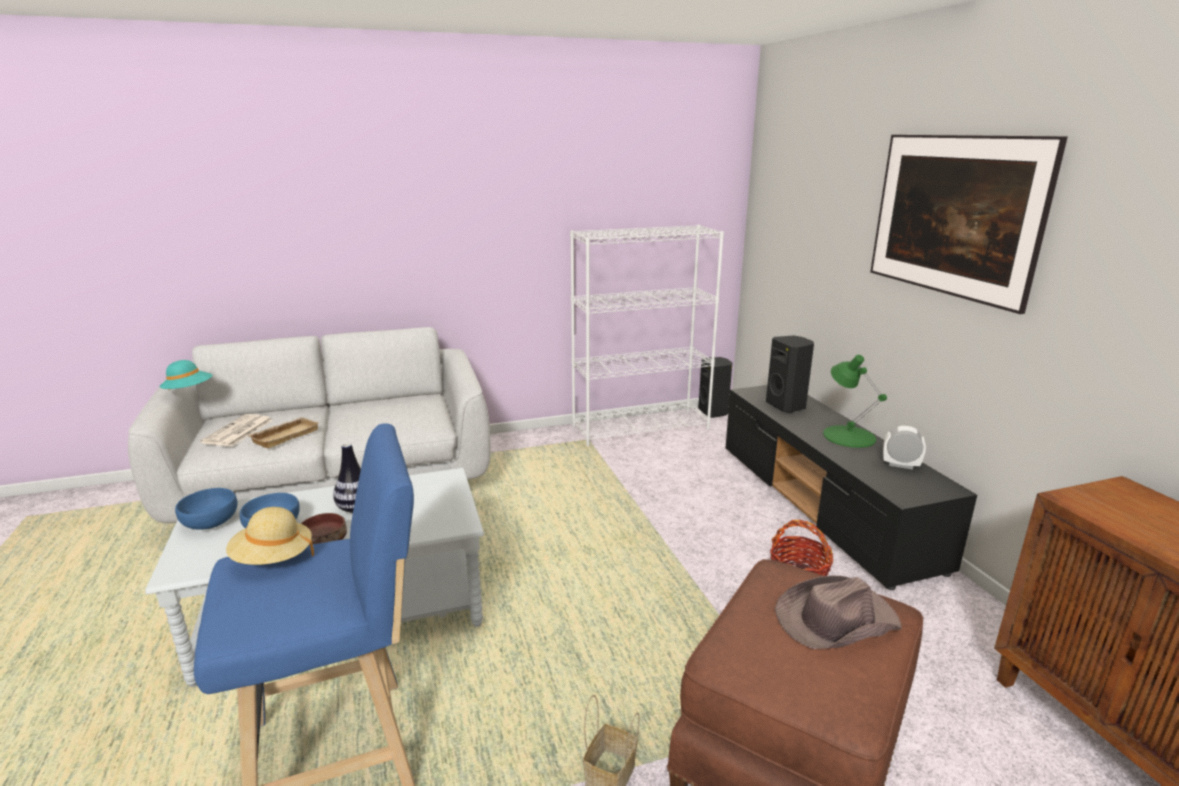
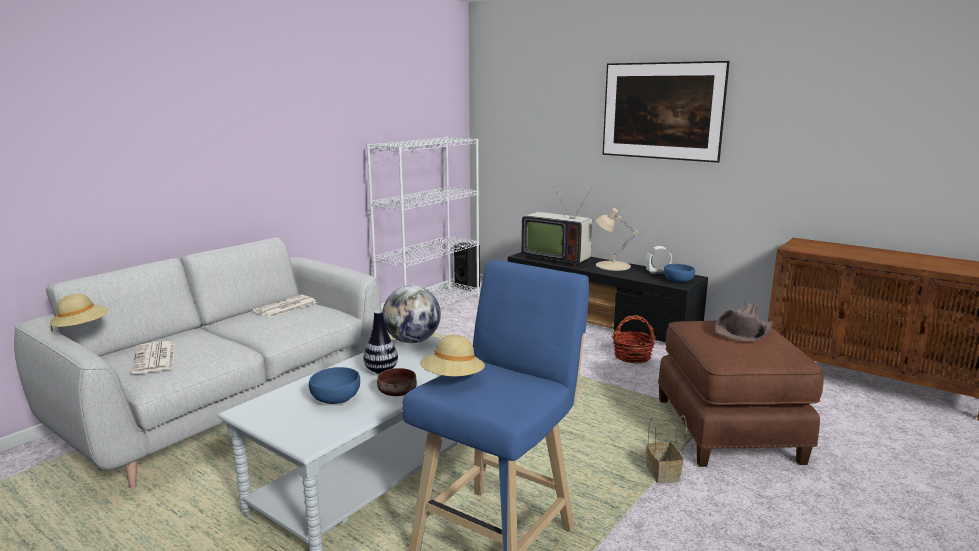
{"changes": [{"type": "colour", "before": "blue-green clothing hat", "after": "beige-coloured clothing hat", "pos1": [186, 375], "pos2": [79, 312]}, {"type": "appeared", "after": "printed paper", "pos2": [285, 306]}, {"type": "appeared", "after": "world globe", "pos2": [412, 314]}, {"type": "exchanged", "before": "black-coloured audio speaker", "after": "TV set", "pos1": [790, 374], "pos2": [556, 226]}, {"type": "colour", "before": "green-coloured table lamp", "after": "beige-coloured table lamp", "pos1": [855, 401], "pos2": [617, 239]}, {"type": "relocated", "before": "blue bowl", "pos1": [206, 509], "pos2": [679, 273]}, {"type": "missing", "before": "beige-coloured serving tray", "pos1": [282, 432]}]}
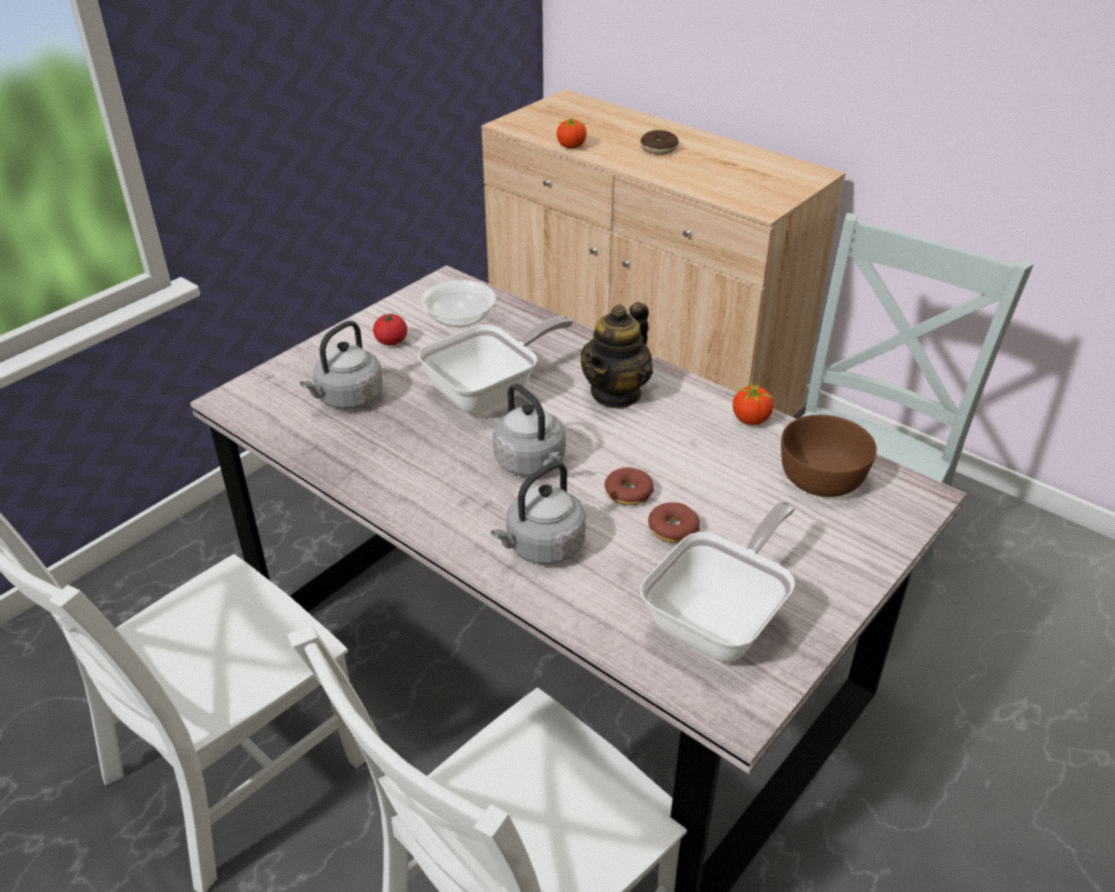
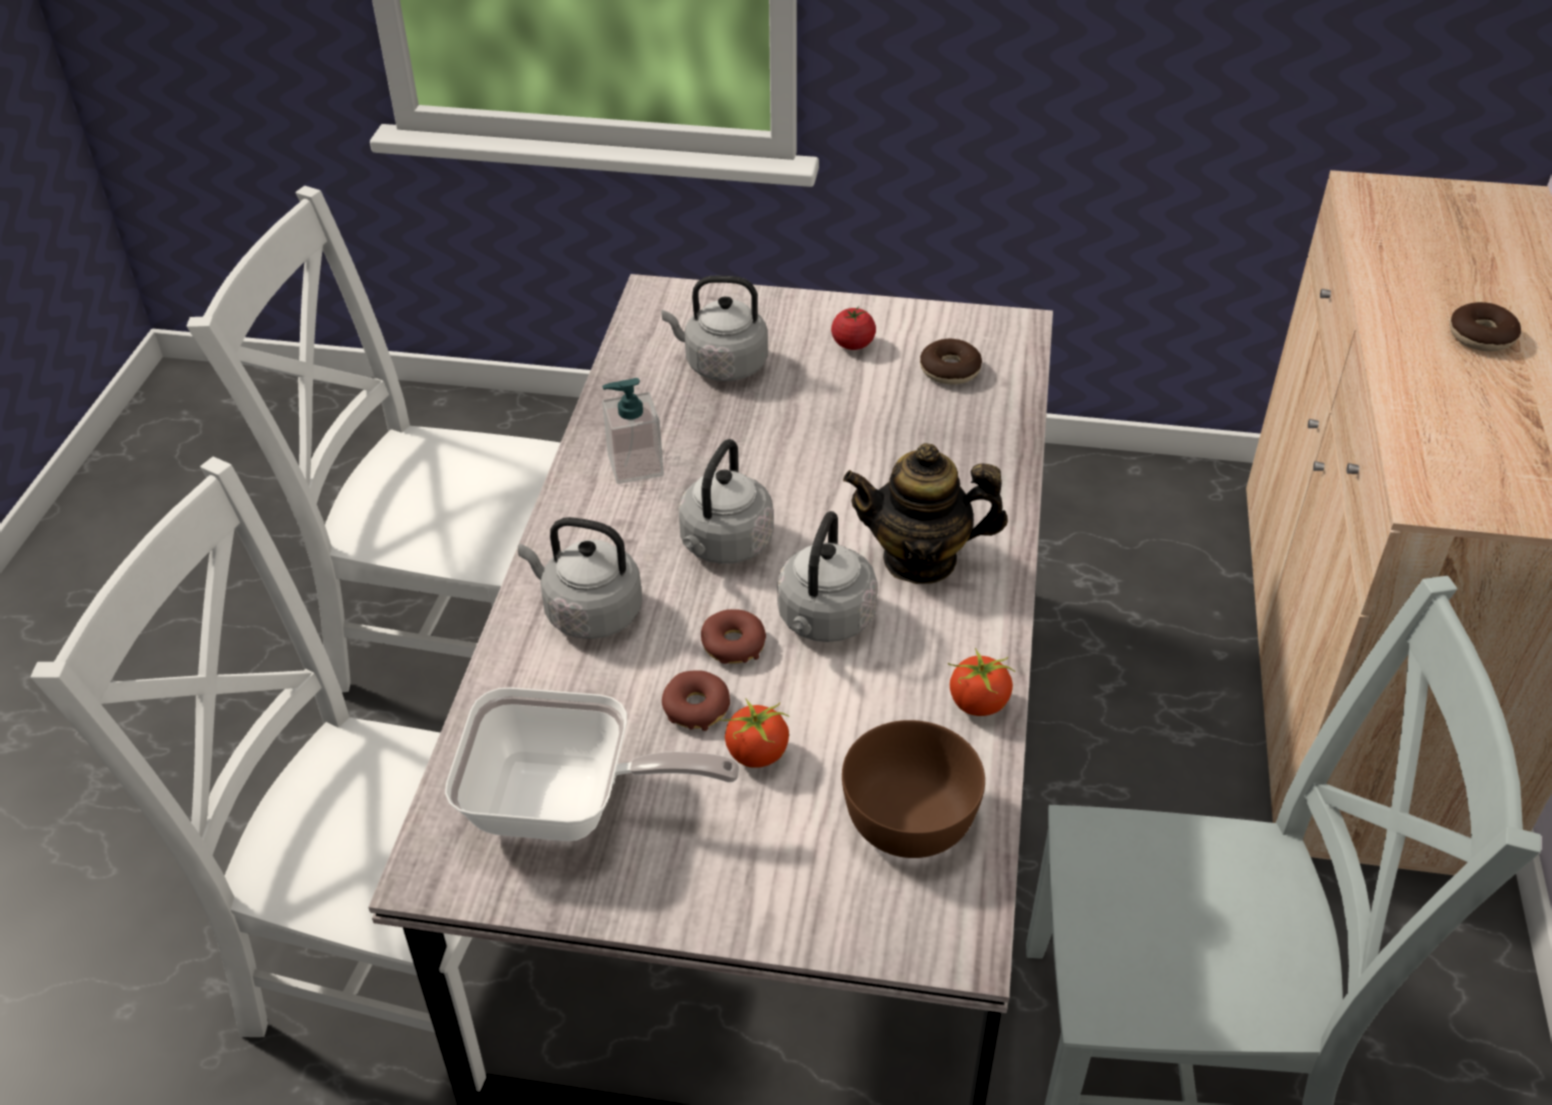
{"changes": [{"type": "appeared", "after": "soap dispenser", "pos2": [633, 431]}, {"type": "relocated", "before": "tomato", "pos1": [572, 133], "pos2": [754, 733]}, {"type": "appeared", "after": "greyish kettle", "pos2": [827, 576]}, {"type": "exchanged", "before": "bowl", "after": "doughnut", "pos1": [458, 303], "pos2": [951, 361]}, {"type": "missing", "before": "pan", "pos1": [496, 365]}]}
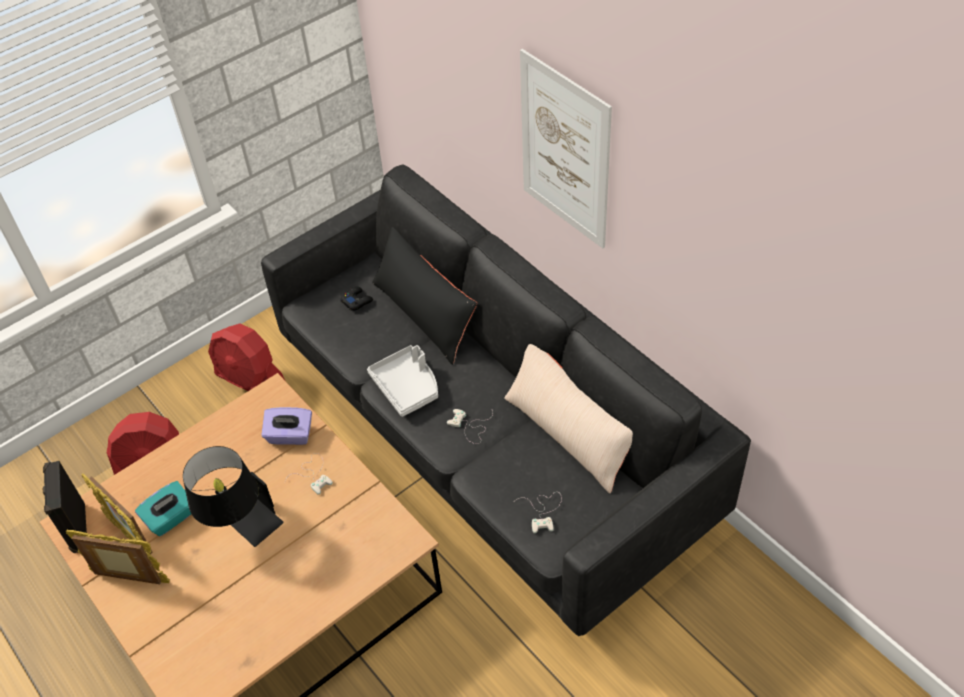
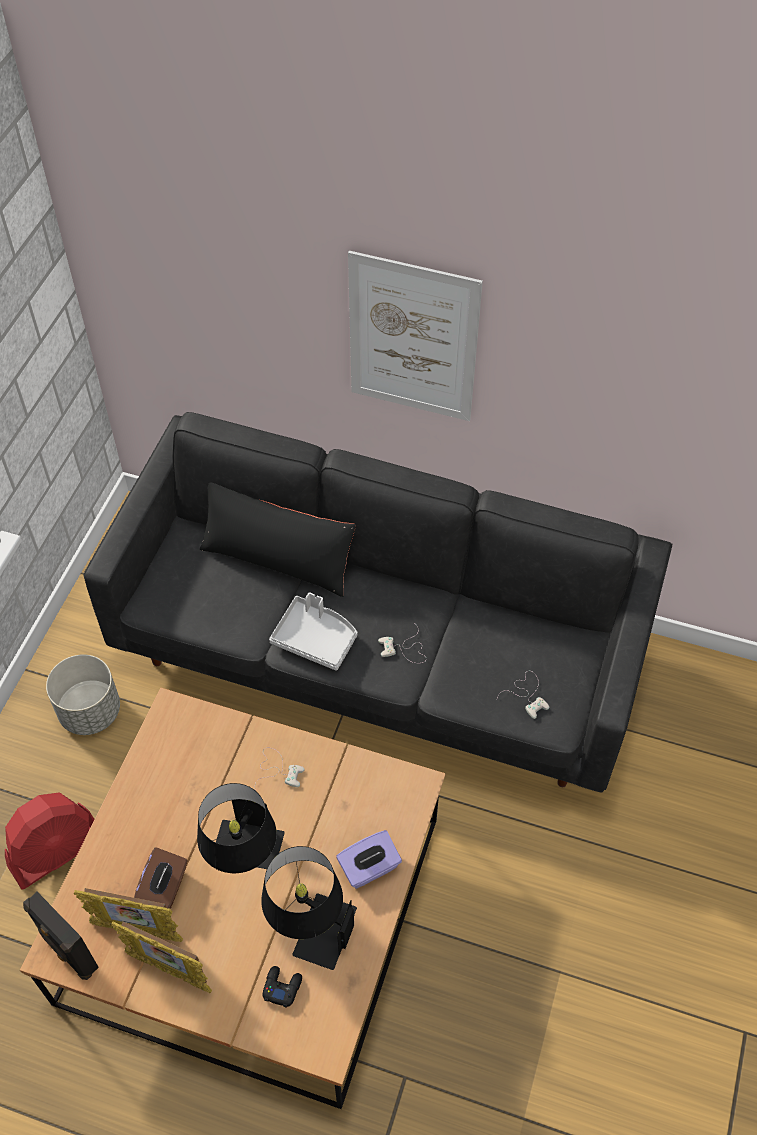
{"changes": [{"type": "exchanged", "before": "reddish cooling fan", "after": "greyish plant pot", "pos1": [246, 357], "pos2": [83, 695]}, {"type": "spun", "before": "picture frame", "pos1": [118, 557], "pos2": [161, 957], "turn": -135}, {"type": "colour", "before": "blue-green tissue box", "after": "brown-coloured tissue box", "pos1": [163, 508], "pos2": [161, 878]}, {"type": "appeared", "after": "black-coloured table lamp", "pos2": [309, 908]}, {"type": "relocated", "before": "black-coloured joypad", "pos1": [356, 298], "pos2": [282, 987]}, {"type": "relocated", "before": "purple tissue box", "pos1": [286, 426], "pos2": [369, 859]}, {"type": "missing", "before": "beige-coloured throw pillow", "pos1": [568, 419]}]}
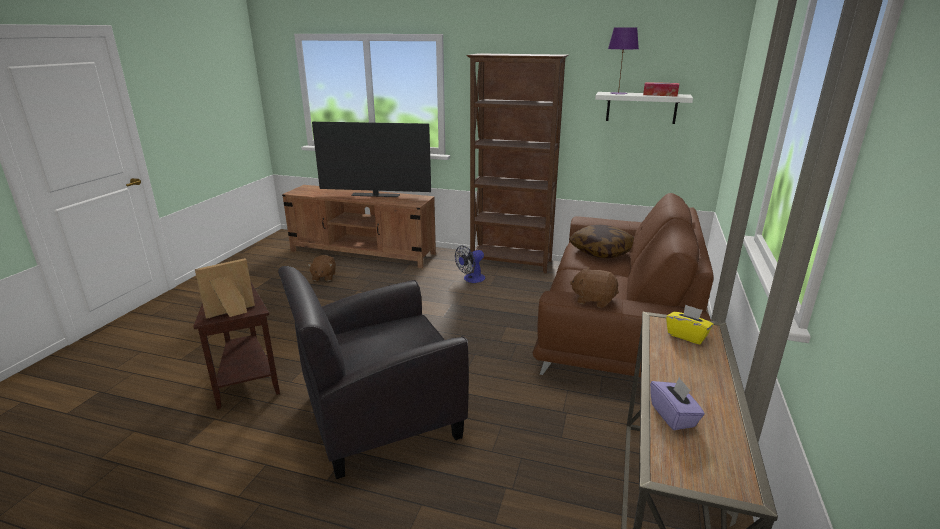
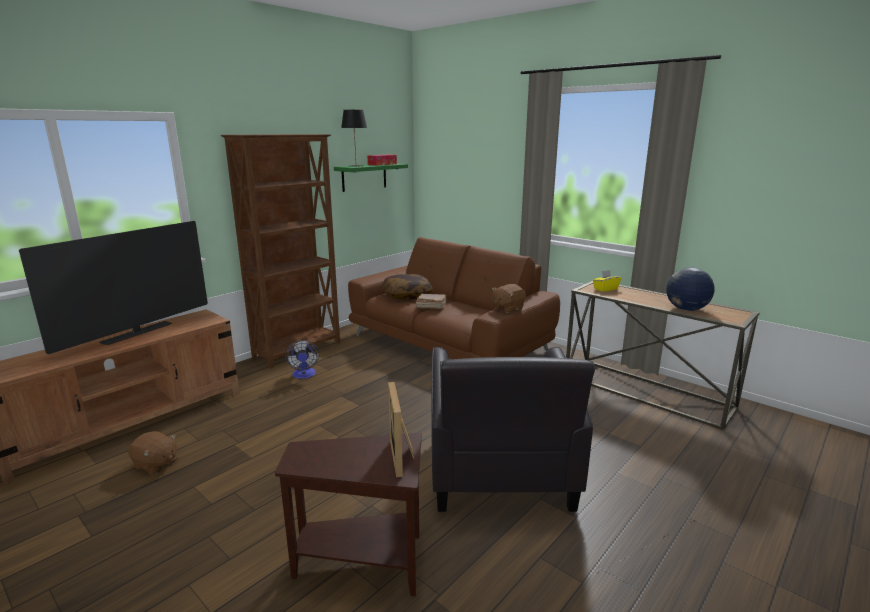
{"changes": [{"type": "colour", "before": "white-coloured wall shelf", "after": "green-coloured wall shelf", "pos1": [644, 108], "pos2": [371, 177]}, {"type": "colour", "before": "purple table lamp", "after": "black-coloured table lamp", "pos1": [623, 60], "pos2": [354, 138]}, {"type": "appeared", "after": "brown-coloured bound book", "pos2": [431, 301]}, {"type": "exchanged", "before": "purple tissue box", "after": "world globe", "pos1": [677, 403], "pos2": [690, 289]}]}
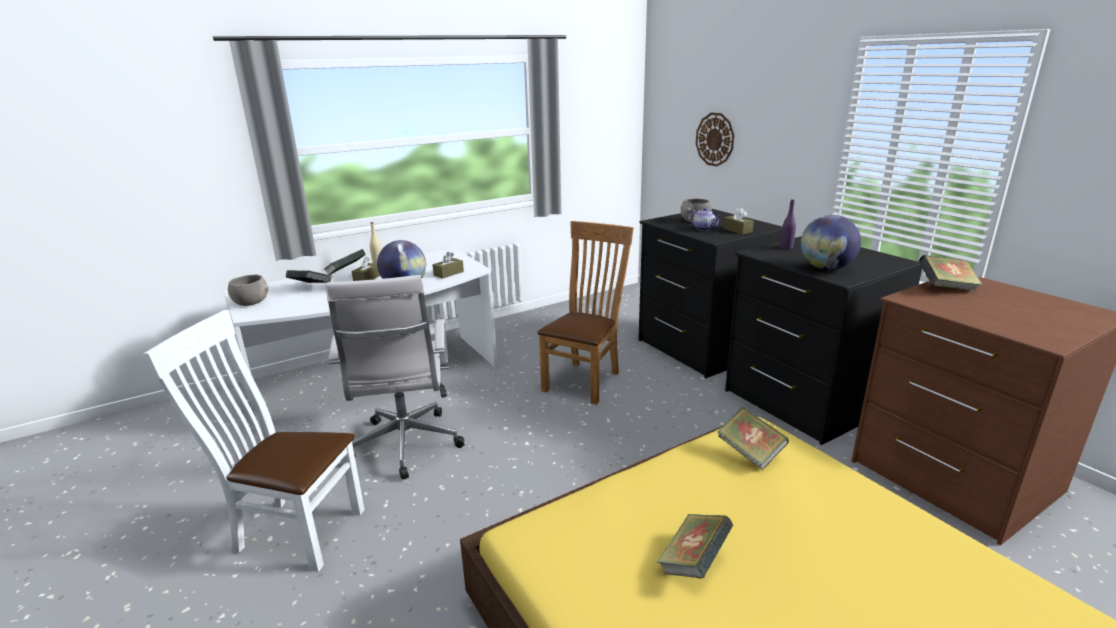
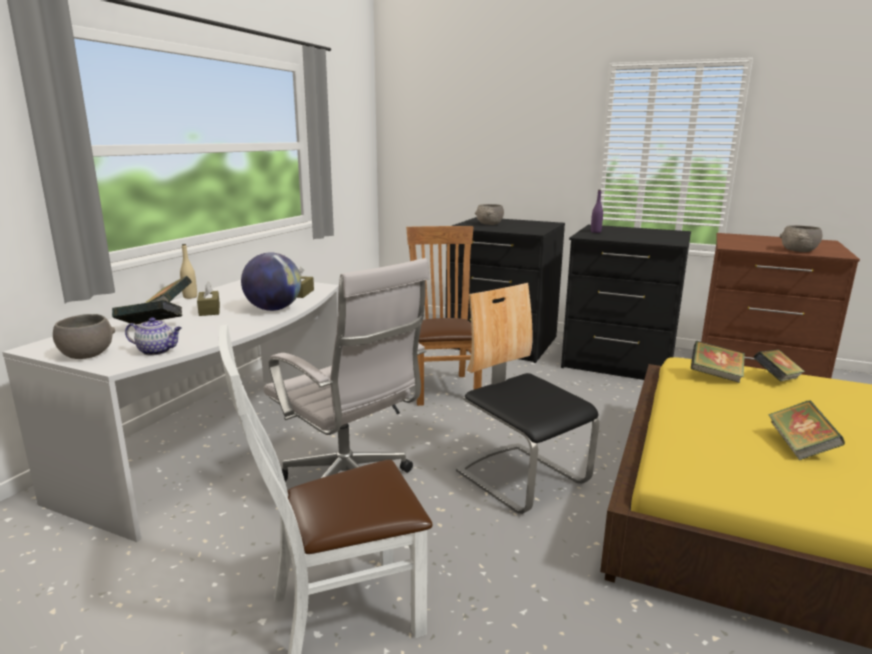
{"changes": [{"type": "relocated", "before": "tea pot", "pos1": [705, 219], "pos2": [153, 336]}, {"type": "appeared", "after": "chair", "pos2": [527, 398]}, {"type": "relocated", "before": "bound book", "pos1": [950, 273], "pos2": [779, 365]}, {"type": "appeared", "after": "greyish bowl", "pos2": [801, 238]}, {"type": "missing", "before": "hanging clock", "pos1": [715, 139]}, {"type": "missing", "before": "brown-coloured tissue box", "pos1": [738, 221]}, {"type": "missing", "before": "world globe", "pos1": [831, 242]}]}
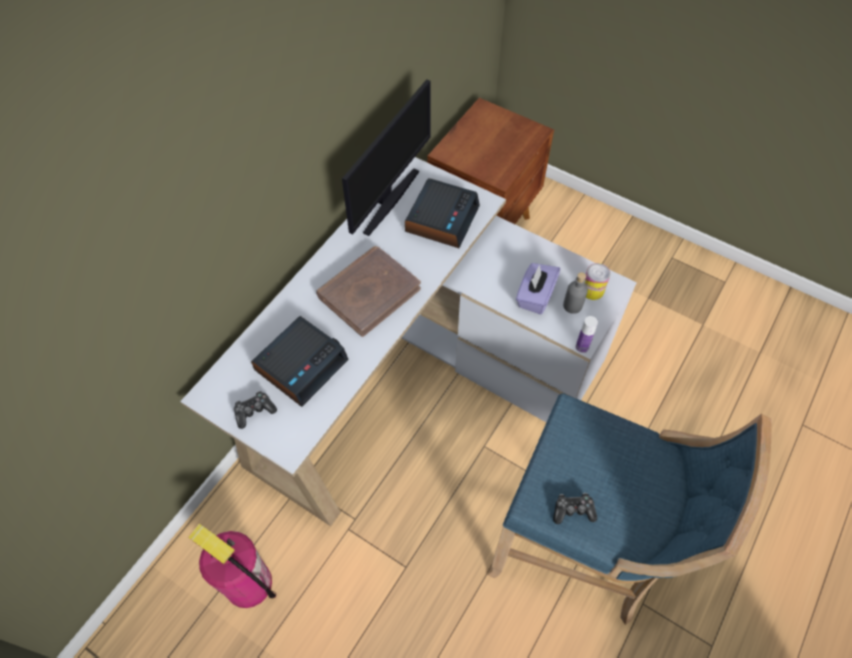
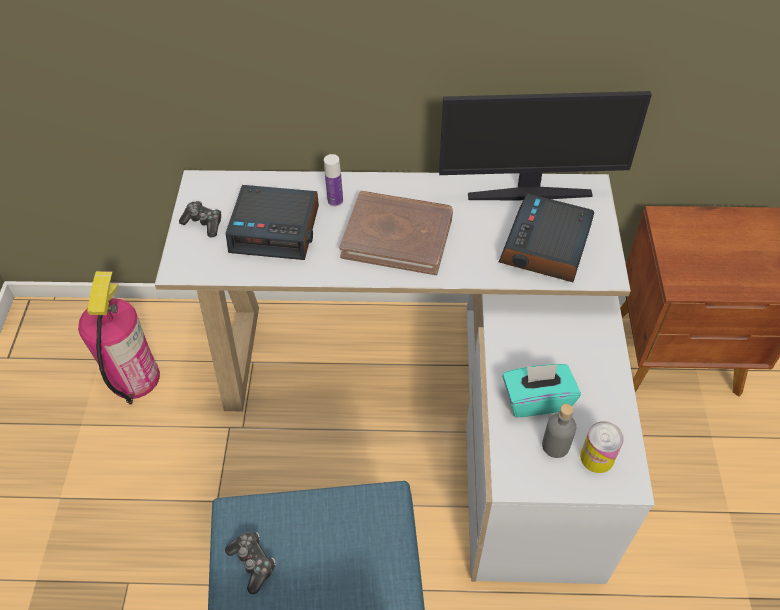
{"changes": [{"type": "relocated", "before": "beverage bottle", "pos1": [587, 334], "pos2": [333, 180]}, {"type": "spun", "before": "table clock", "pos1": [442, 213], "pos2": [547, 238], "turn": 120}, {"type": "colour", "before": "purple tissue box", "after": "blue-green tissue box", "pos1": [538, 288], "pos2": [541, 390]}]}
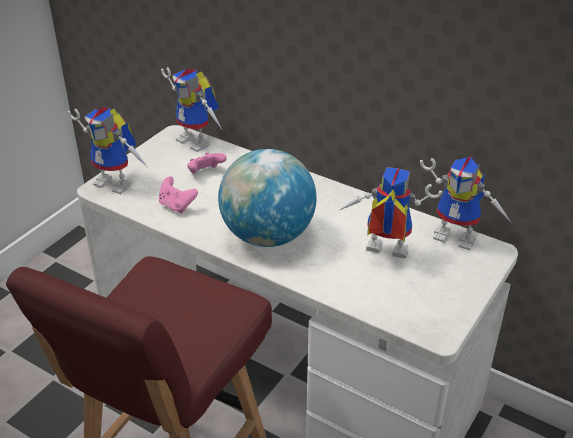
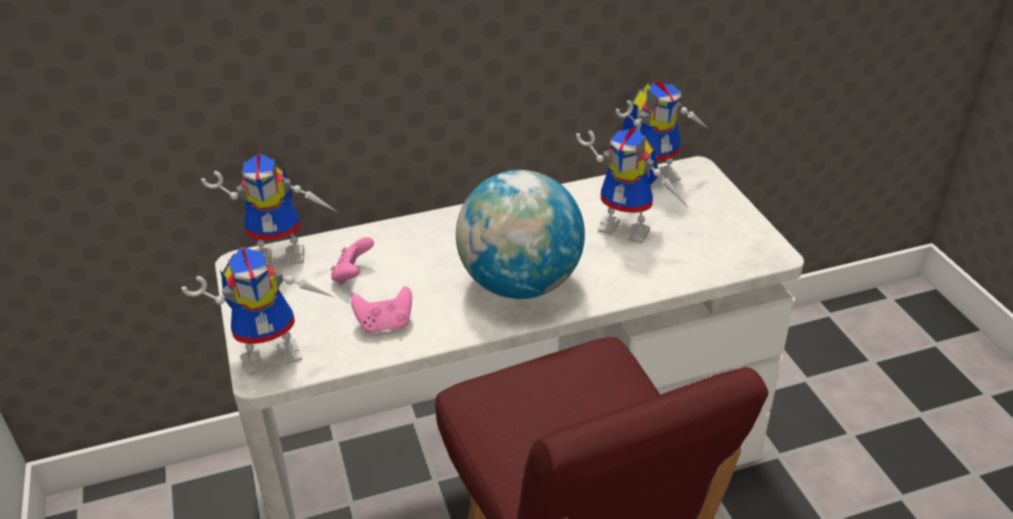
{"changes": [{"type": "spun", "before": "toy robot", "pos1": [390, 213], "pos2": [632, 185], "turn": -120}]}
